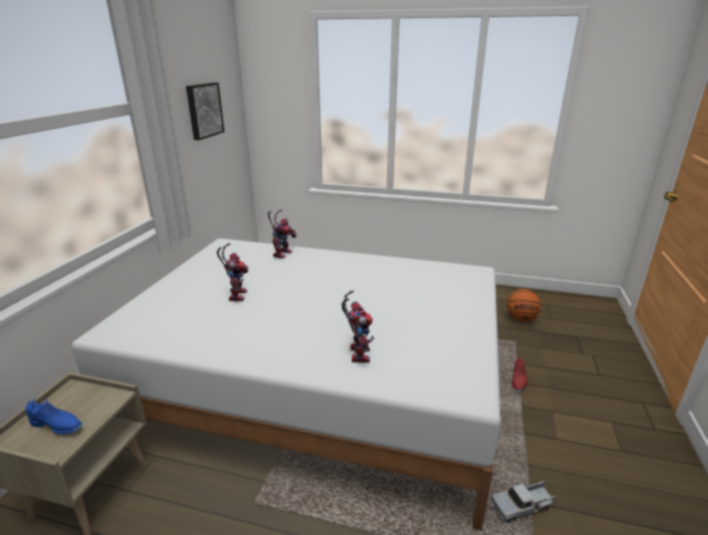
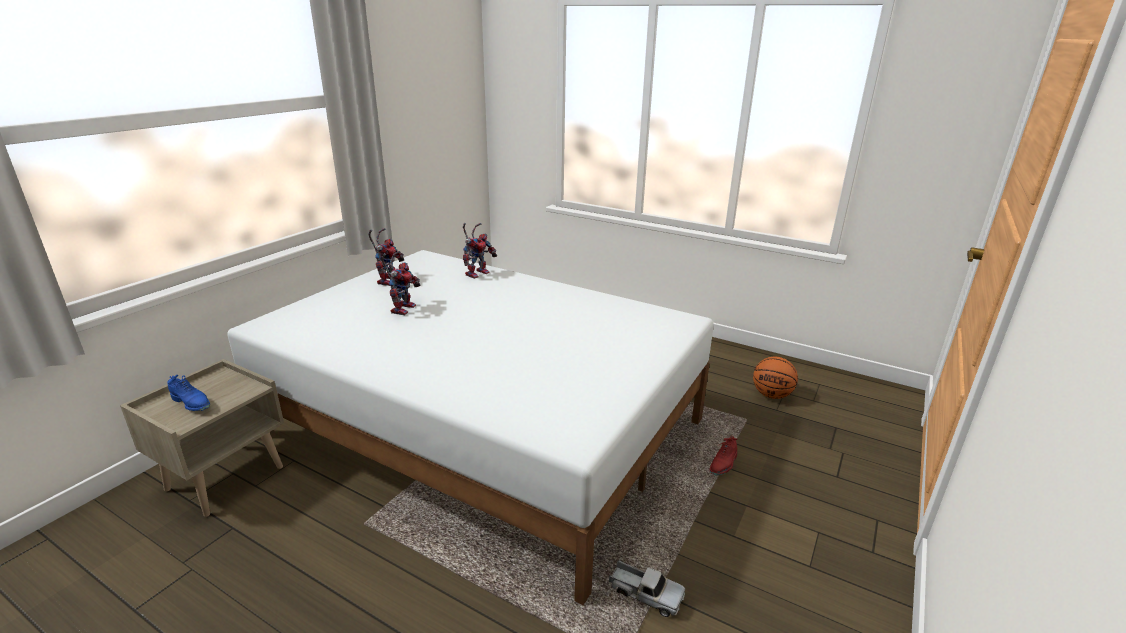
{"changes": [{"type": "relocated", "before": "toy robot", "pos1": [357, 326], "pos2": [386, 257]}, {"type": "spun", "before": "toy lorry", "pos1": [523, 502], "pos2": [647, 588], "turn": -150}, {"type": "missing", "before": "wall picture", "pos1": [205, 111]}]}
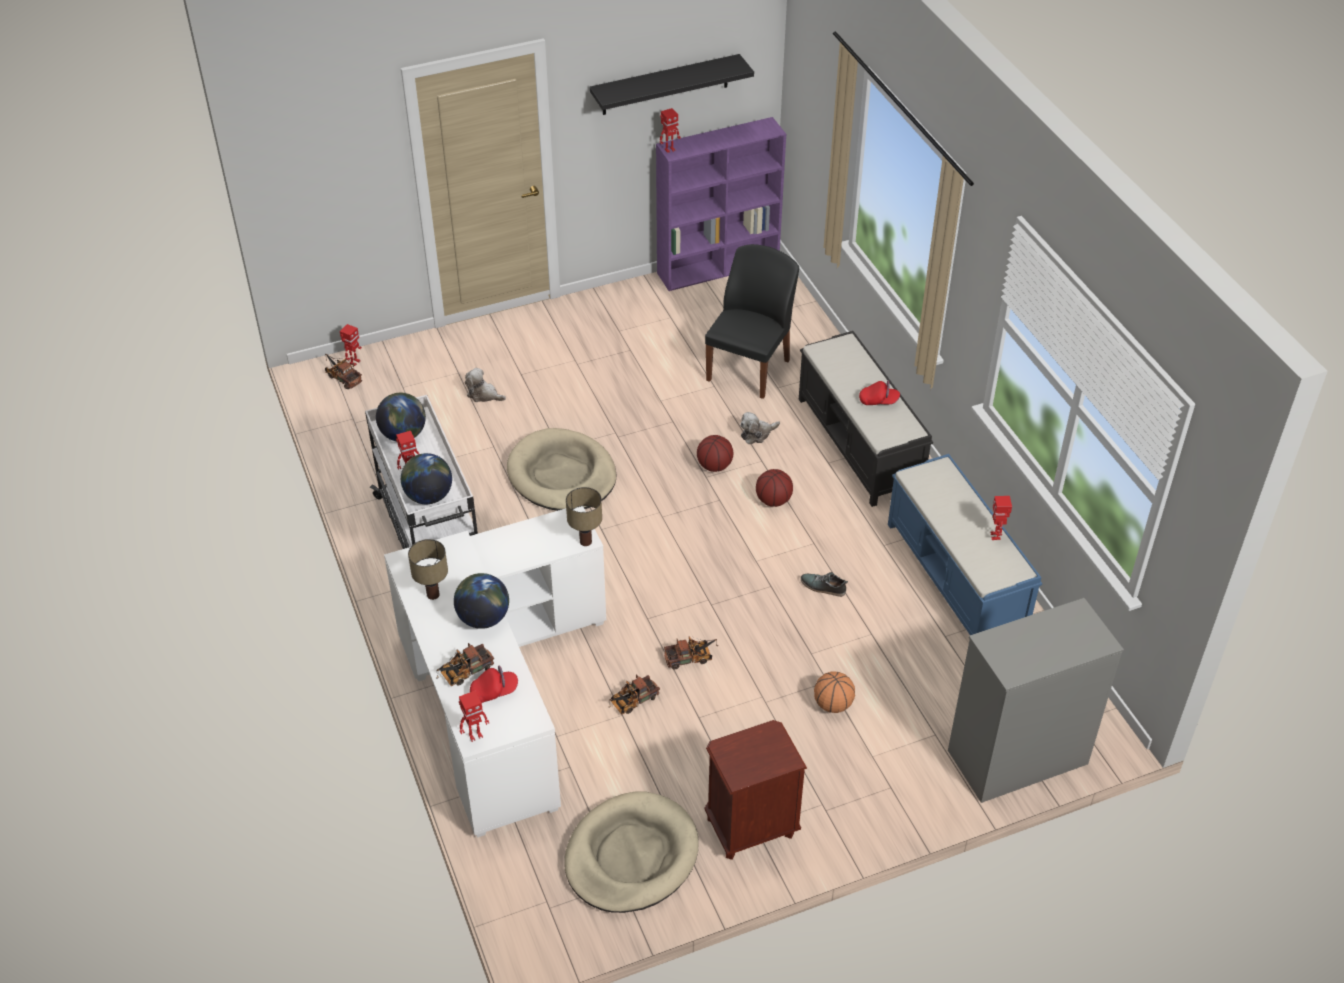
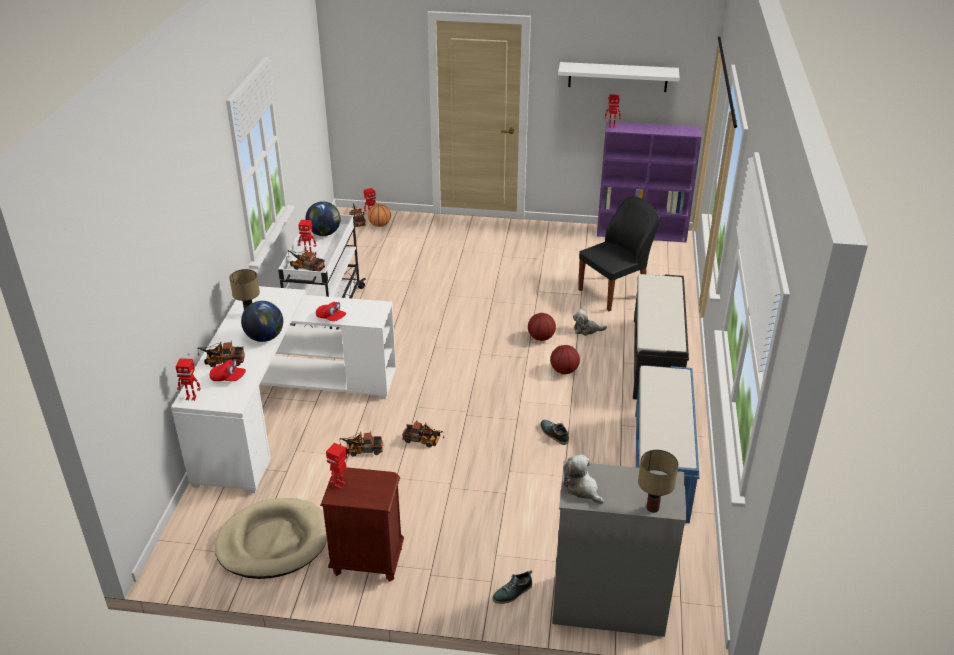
{"changes": [{"type": "exchanged", "before": "world globe", "after": "toy lorry", "pos1": [426, 478], "pos2": [306, 260]}, {"type": "relocated", "before": "reddish baseball cap", "pos1": [879, 392], "pos2": [331, 311]}, {"type": "relocated", "before": "toy robot", "pos1": [1001, 518], "pos2": [336, 466]}, {"type": "relocated", "before": "ball for basketball", "pos1": [834, 692], "pos2": [379, 215]}, {"type": "appeared", "after": "item of footwear", "pos2": [512, 587]}, {"type": "colour", "before": "black-coloured wall shelf", "after": "white-coloured wall shelf", "pos1": [671, 84], "pos2": [619, 77]}, {"type": "relocated", "before": "cuddly toy", "pos1": [485, 385], "pos2": [583, 479]}, {"type": "relocated", "before": "table lamp", "pos1": [584, 516], "pos2": [658, 481]}, {"type": "missing", "before": "beige-coloured dog cushion", "pos1": [562, 469]}]}
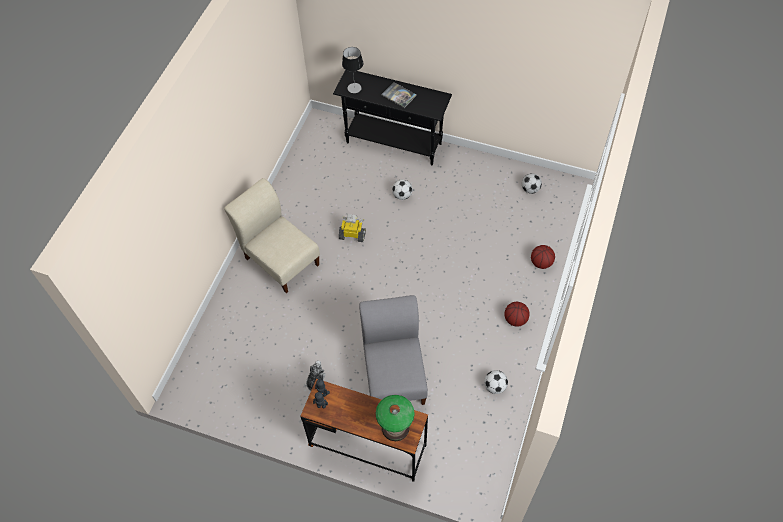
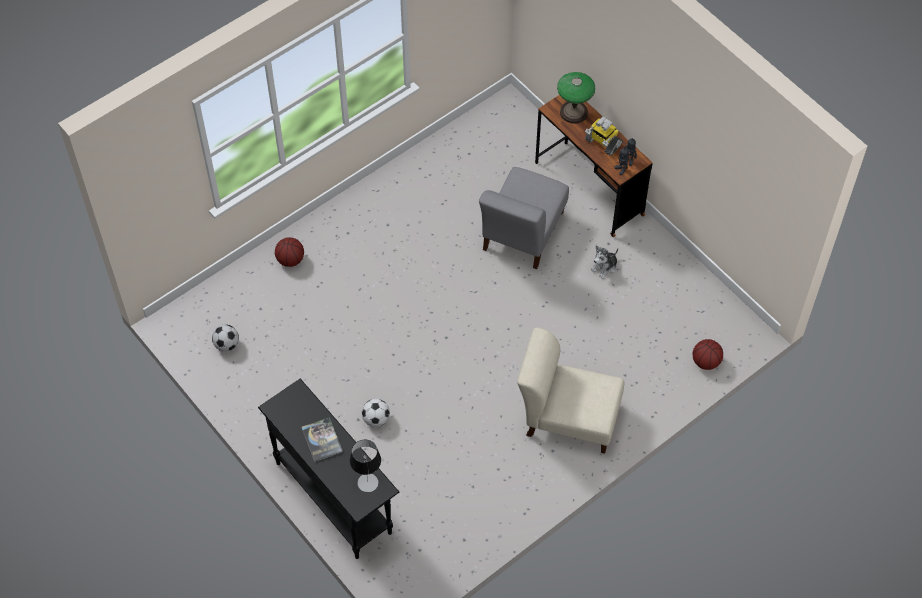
{"changes": [{"type": "spun", "before": "beige-coloured chair", "pos1": [272, 235], "pos2": [570, 390], "turn": 120}, {"type": "relocated", "before": "toy robot", "pos1": [352, 228], "pos2": [604, 136]}, {"type": "relocated", "before": "ball for basketball", "pos1": [517, 314], "pos2": [708, 354]}, {"type": "missing", "before": "football", "pos1": [496, 382]}]}
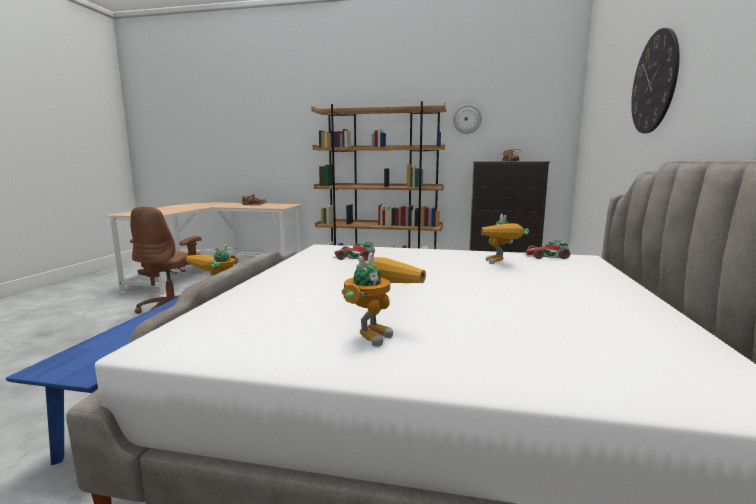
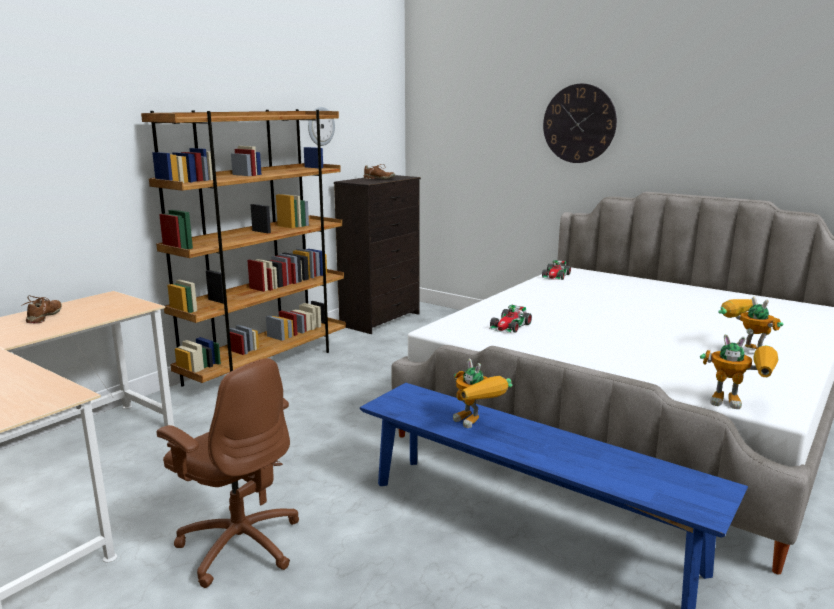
{"changes": [{"type": "relocated", "before": "toy robot", "pos1": [505, 239], "pos2": [739, 371]}]}
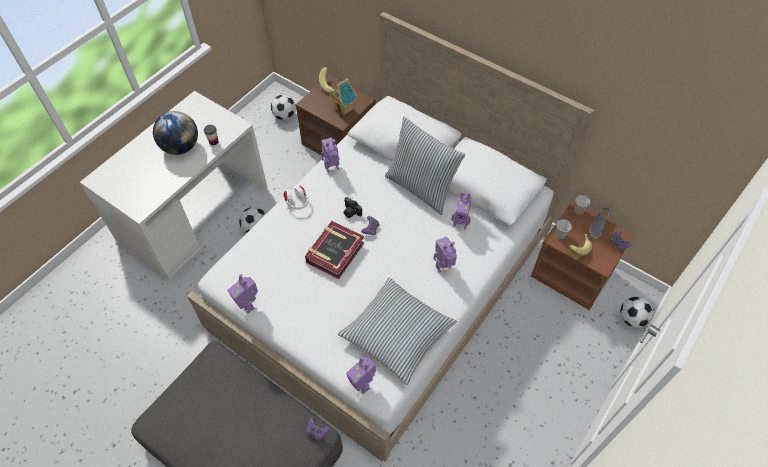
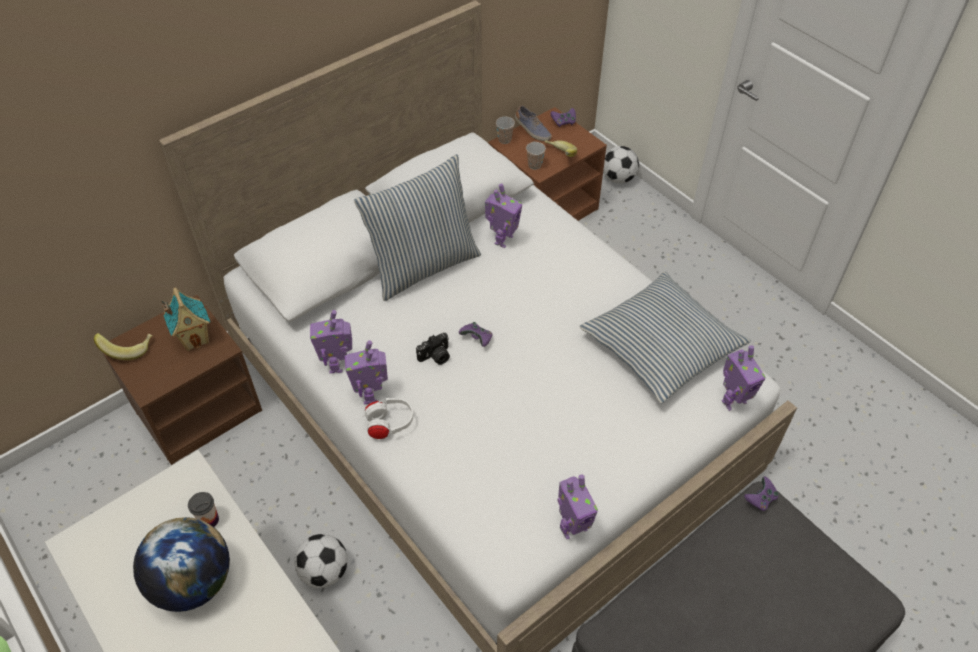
{"changes": [{"type": "relocated", "before": "toy robot", "pos1": [445, 255], "pos2": [366, 372]}, {"type": "missing", "before": "football", "pos1": [283, 107]}, {"type": "missing", "before": "bound book", "pos1": [334, 250]}]}
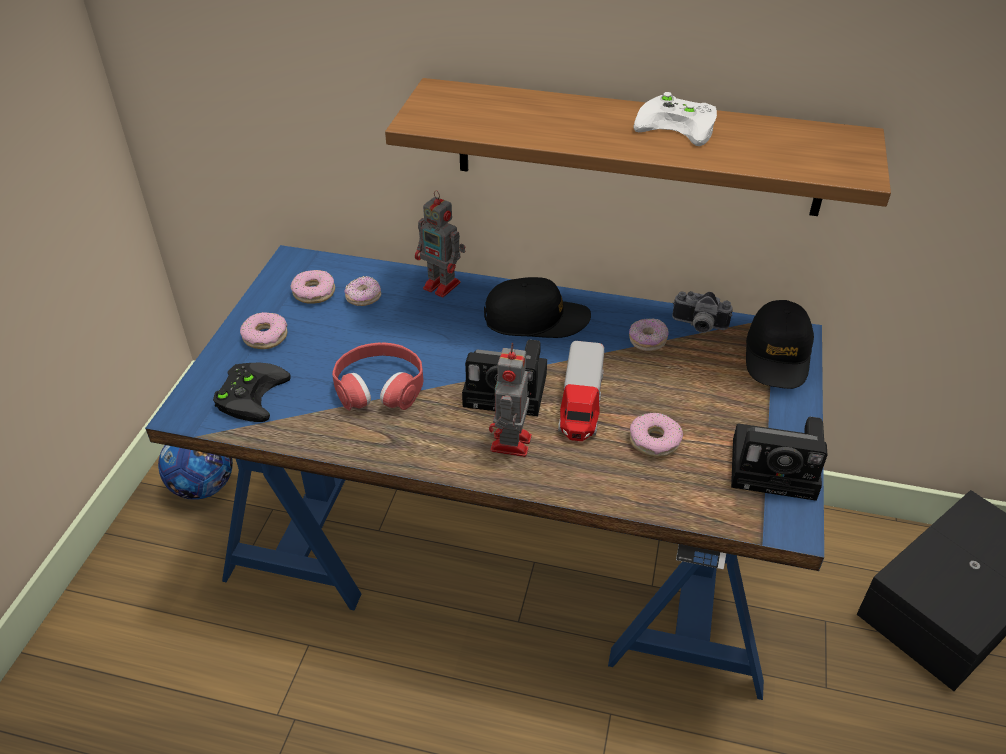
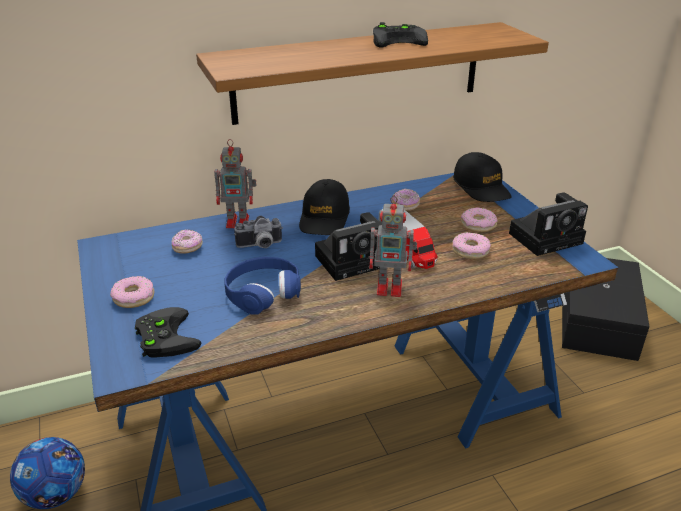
{"changes": [{"type": "colour", "before": "reddish pair of headphones", "after": "blue pair of headphones", "pos1": [377, 376], "pos2": [263, 286]}, {"type": "relocated", "before": "still camera", "pos1": [702, 312], "pos2": [258, 232]}, {"type": "spun", "before": "black-coloured baseball cap", "pos1": [537, 307], "pos2": [324, 207], "turn": 135}, {"type": "spun", "before": "toy robot", "pos1": [510, 400], "pos2": [393, 246], "turn": -60}, {"type": "colour", "before": "white-coloured joypad", "after": "black-coloured joypad", "pos1": [675, 119], "pos2": [400, 34]}, {"type": "relocated", "before": "doughnut", "pos1": [312, 287], "pos2": [479, 219]}]}
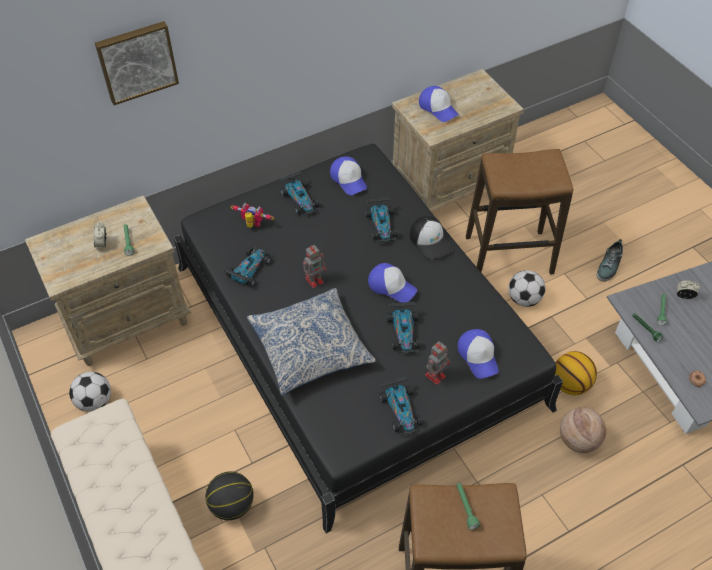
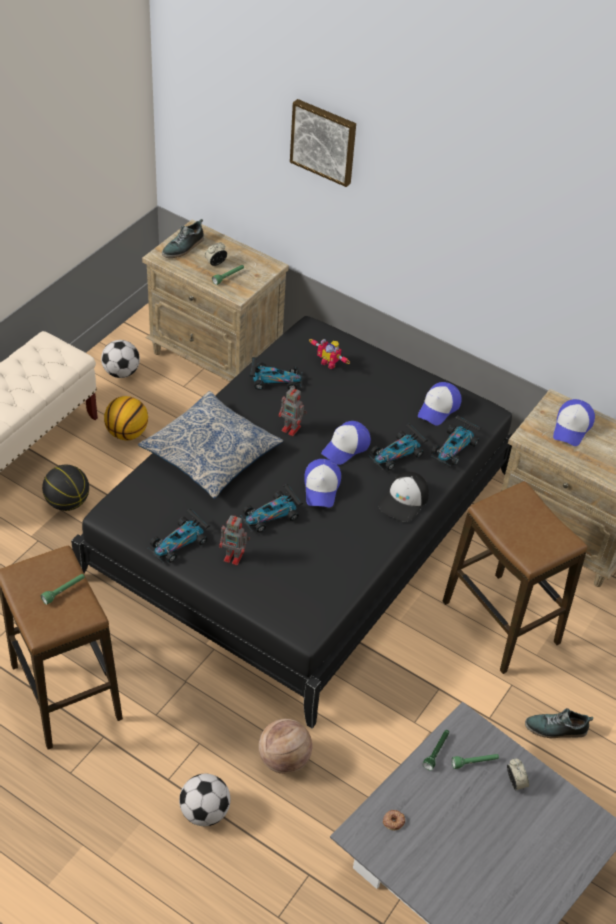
{"changes": [{"type": "relocated", "before": "ball for basketball", "pos1": [576, 373], "pos2": [126, 418]}, {"type": "appeared", "after": "item of footwear", "pos2": [183, 238]}, {"type": "relocated", "before": "football", "pos1": [527, 288], "pos2": [204, 800]}, {"type": "spun", "before": "toy robot", "pos1": [252, 215], "pos2": [329, 354], "turn": 135}, {"type": "relocated", "before": "baseball cap", "pos1": [478, 354], "pos2": [346, 443]}, {"type": "relocated", "before": "toy car", "pos1": [299, 193], "pos2": [456, 441]}]}
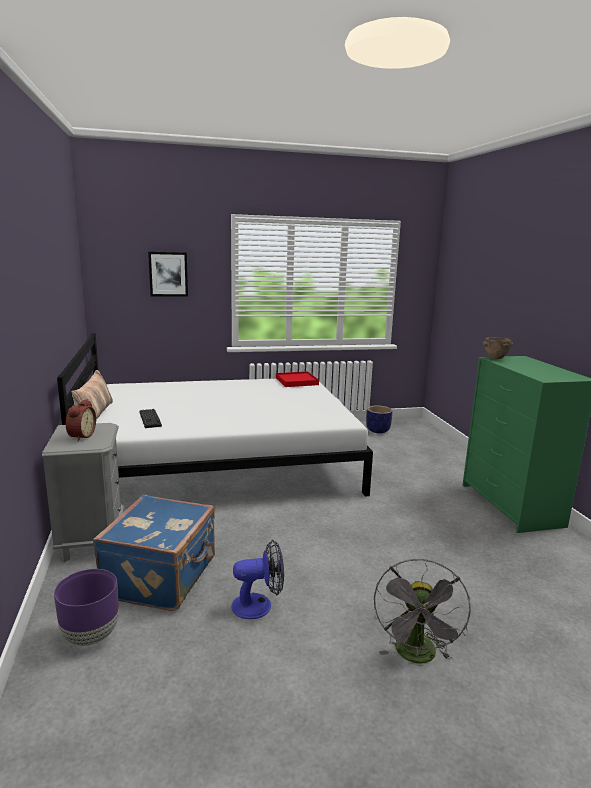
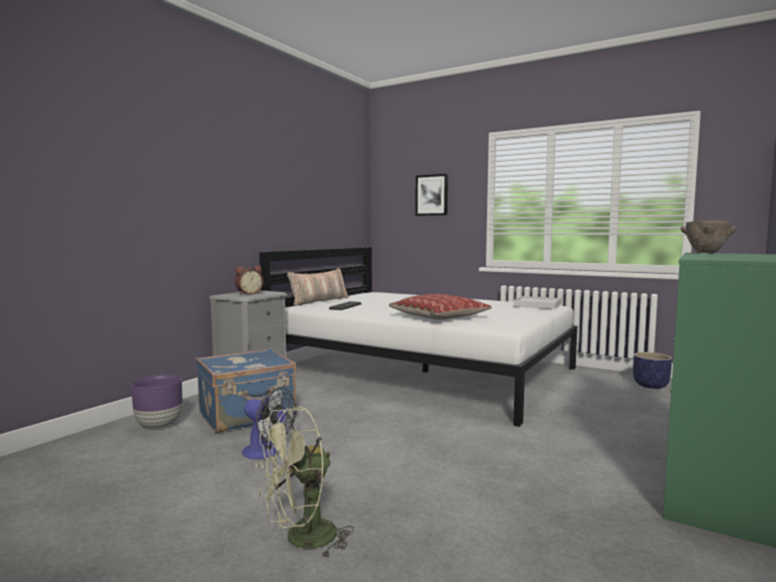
{"changes": [{"type": "colour", "before": "greyish cooling fan", "after": "green-coloured cooling fan", "pos1": [422, 611], "pos2": [305, 482]}, {"type": "appeared", "after": "throw pillow", "pos2": [440, 307]}, {"type": "colour", "before": "reddish serving tray", "after": "white-coloured serving tray", "pos1": [297, 379], "pos2": [537, 302]}]}
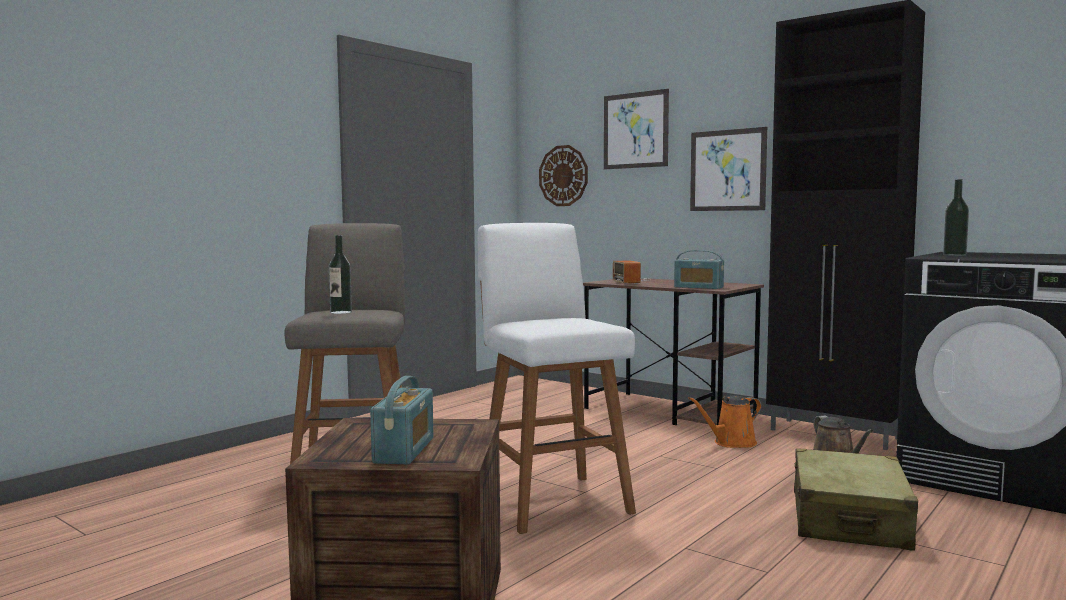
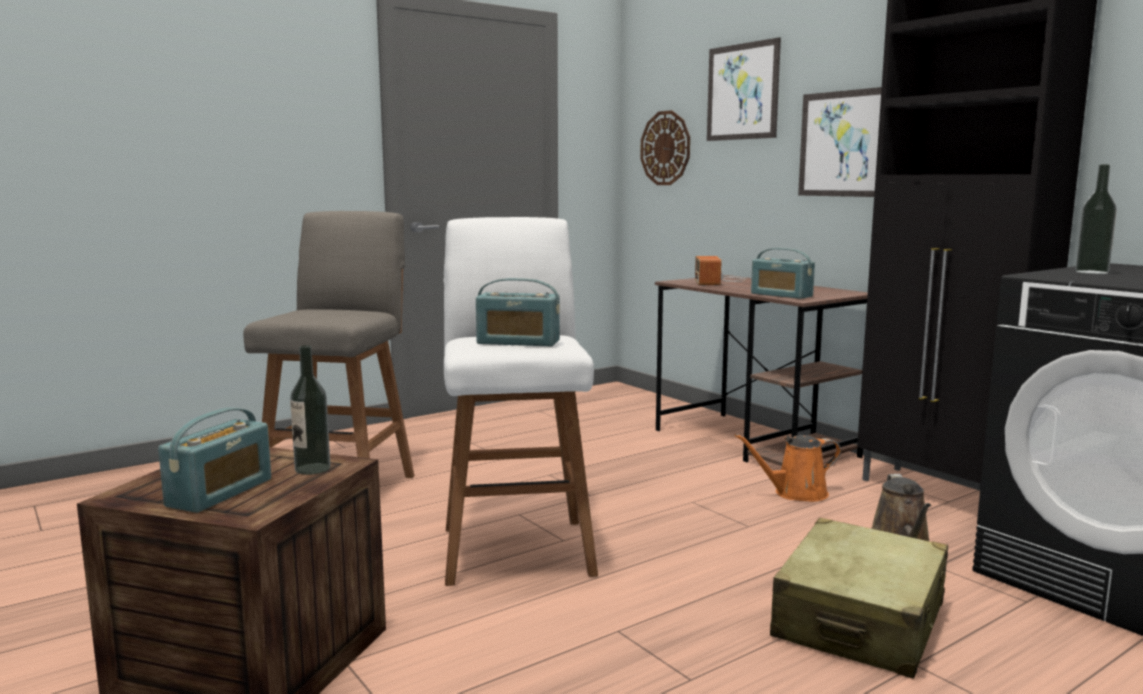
{"changes": [{"type": "relocated", "before": "beverage bottle", "pos1": [340, 274], "pos2": [310, 410]}, {"type": "appeared", "after": "radio receiver", "pos2": [518, 312]}]}
